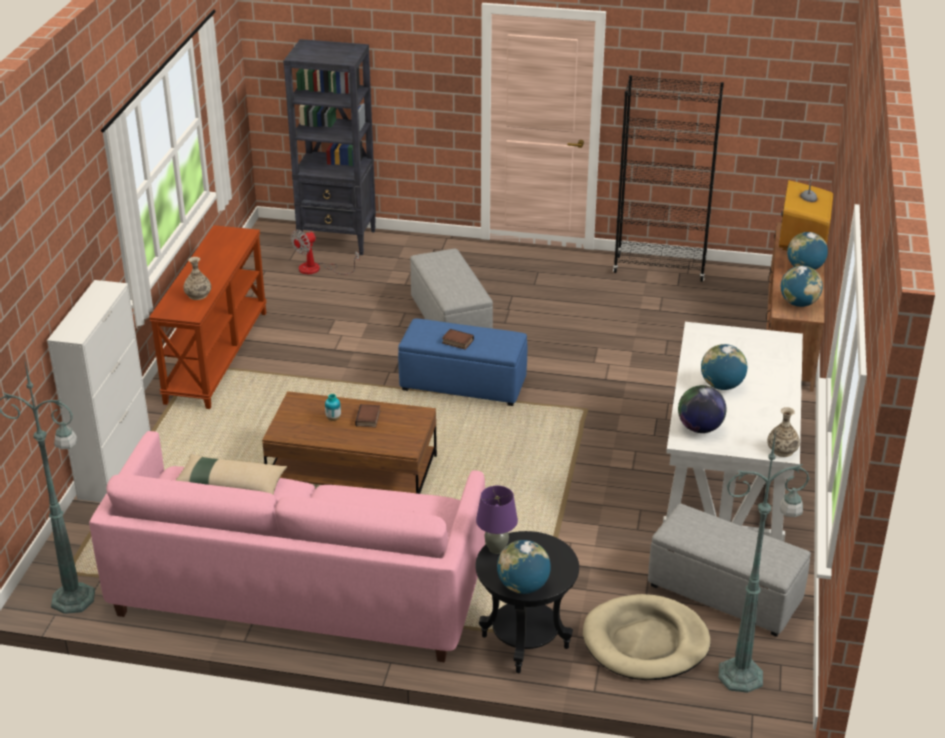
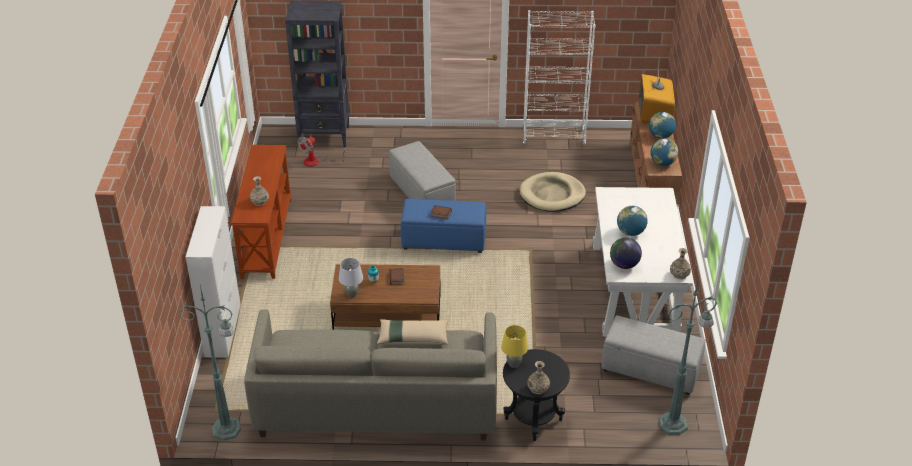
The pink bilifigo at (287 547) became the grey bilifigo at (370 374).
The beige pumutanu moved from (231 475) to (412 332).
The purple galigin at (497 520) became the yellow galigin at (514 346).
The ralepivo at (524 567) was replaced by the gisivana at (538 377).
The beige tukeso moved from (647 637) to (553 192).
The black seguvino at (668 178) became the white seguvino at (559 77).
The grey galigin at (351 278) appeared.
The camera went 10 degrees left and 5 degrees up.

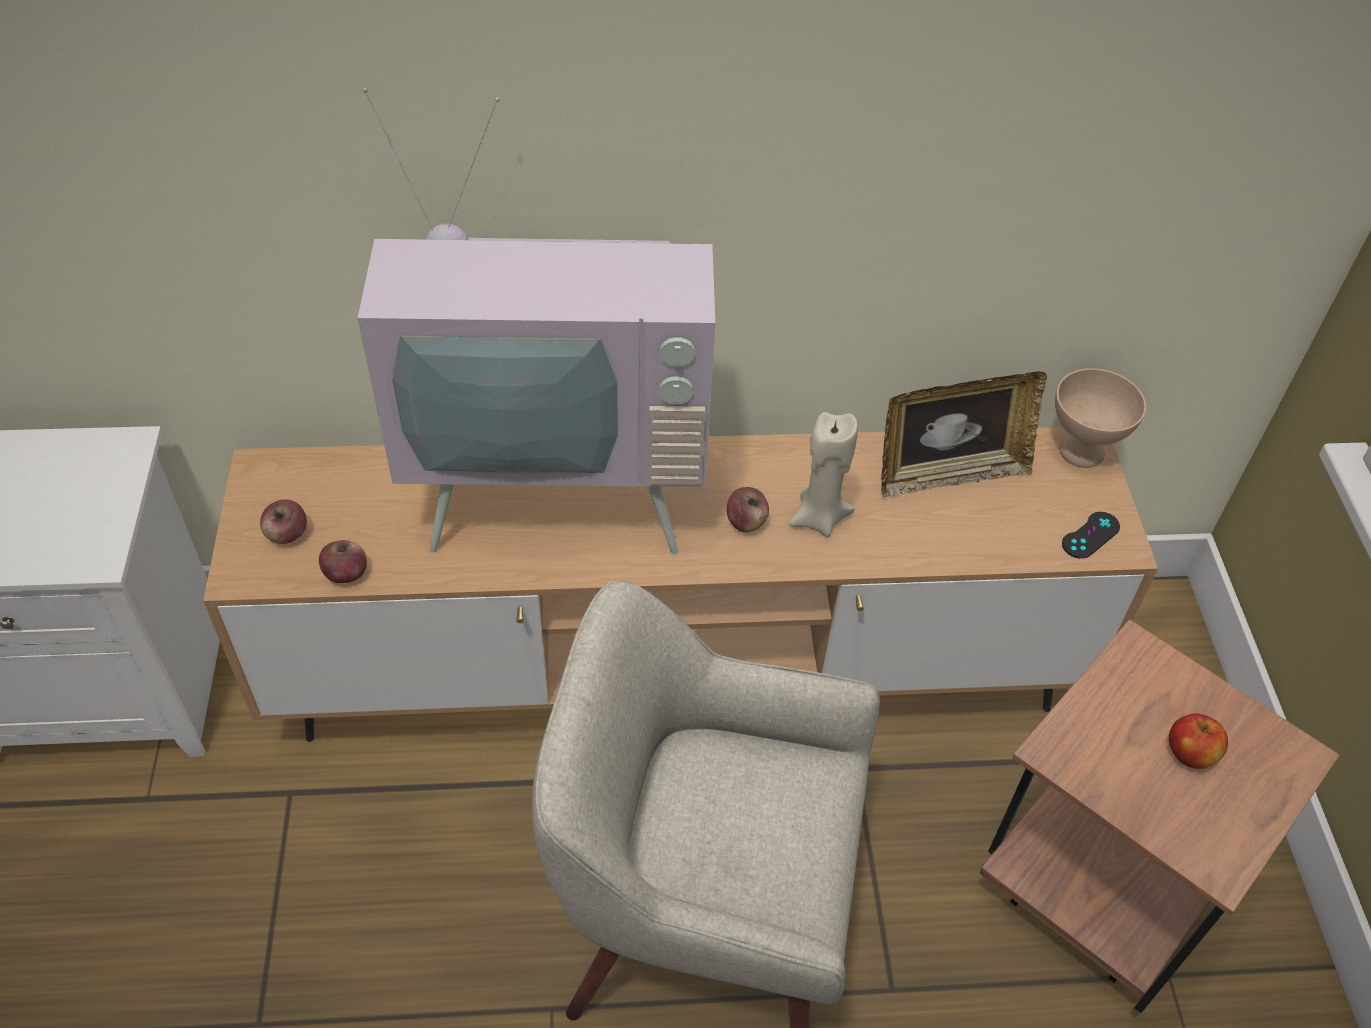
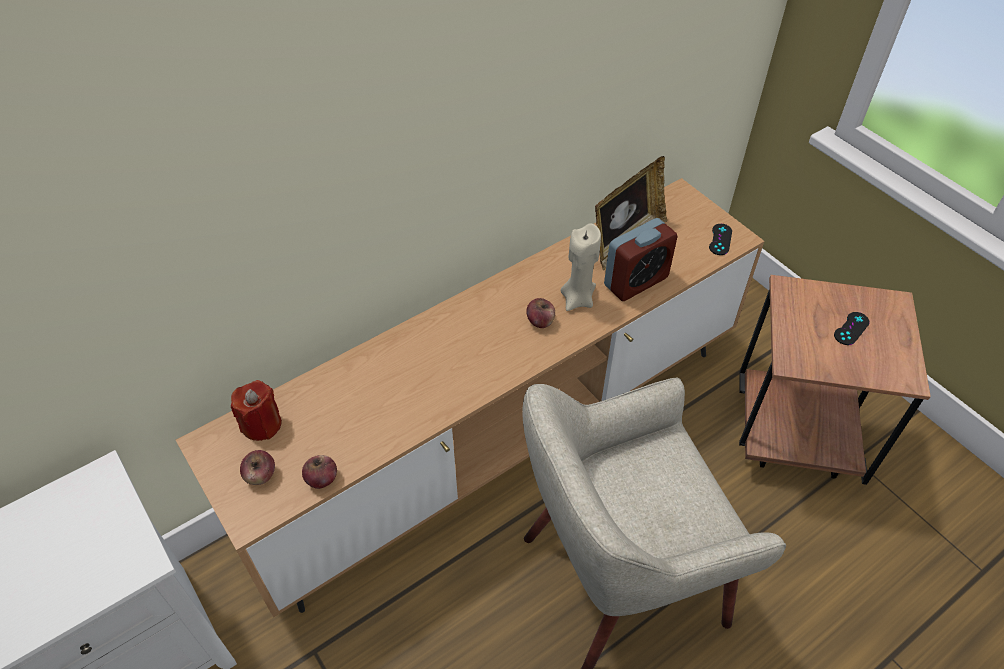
The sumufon at (536 321) disappeared.
The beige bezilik at (1100 418) disappeared.
The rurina at (1198 741) was replaced by the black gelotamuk at (851 328).
The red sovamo at (256 410) appeared.
The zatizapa at (641 259) appeared.
The camera went 30 degrees left and 0 degrees up.

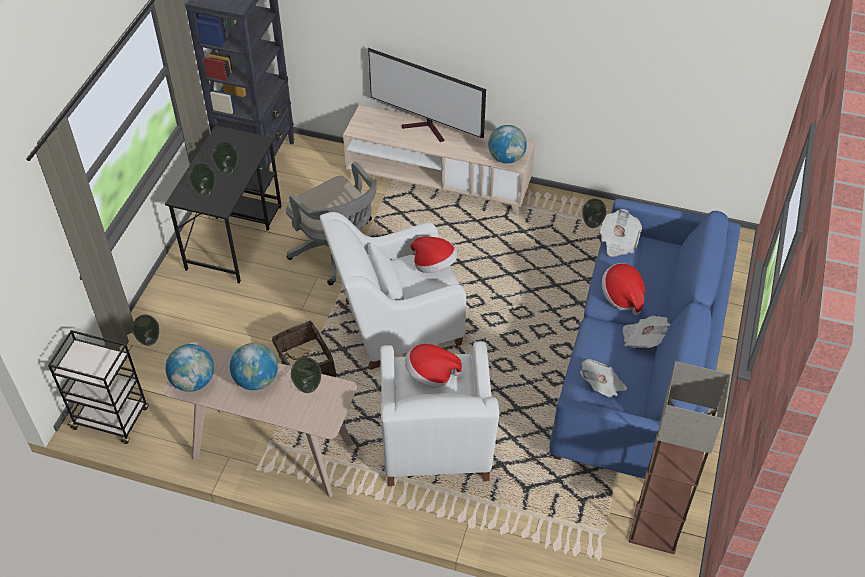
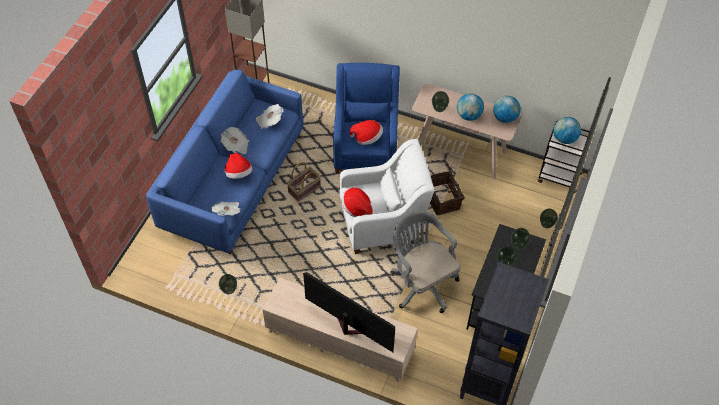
The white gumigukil at (439 413) became the blue gumigukil at (366 118).
The ralepivo moved from (507 144) to (567 130).
The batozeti at (304 182) appeared.
The camera went 175 degrees left and 5 degrees up.

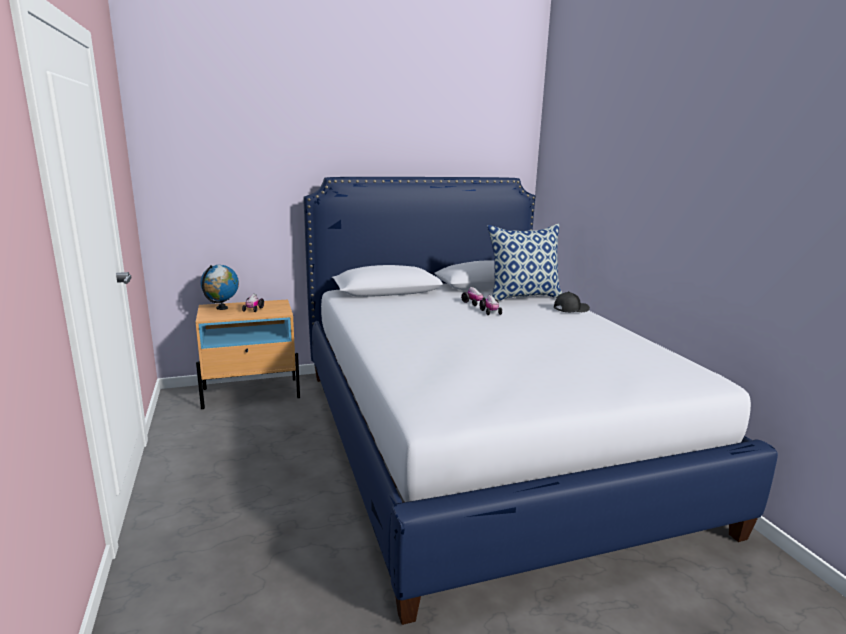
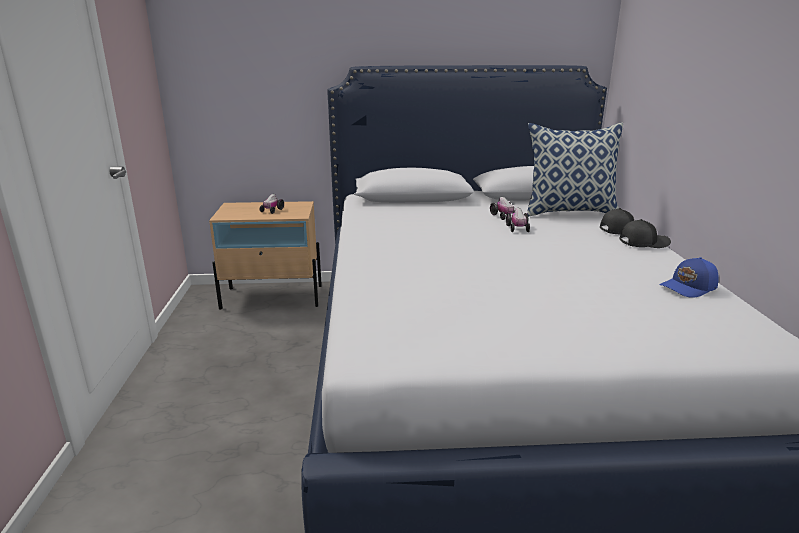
The ralepivo at (219 287) disappeared.
The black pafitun at (645 233) appeared.
The blue pafitun at (689 277) appeared.
The camera went 15 degrees right and 5 degrees up.

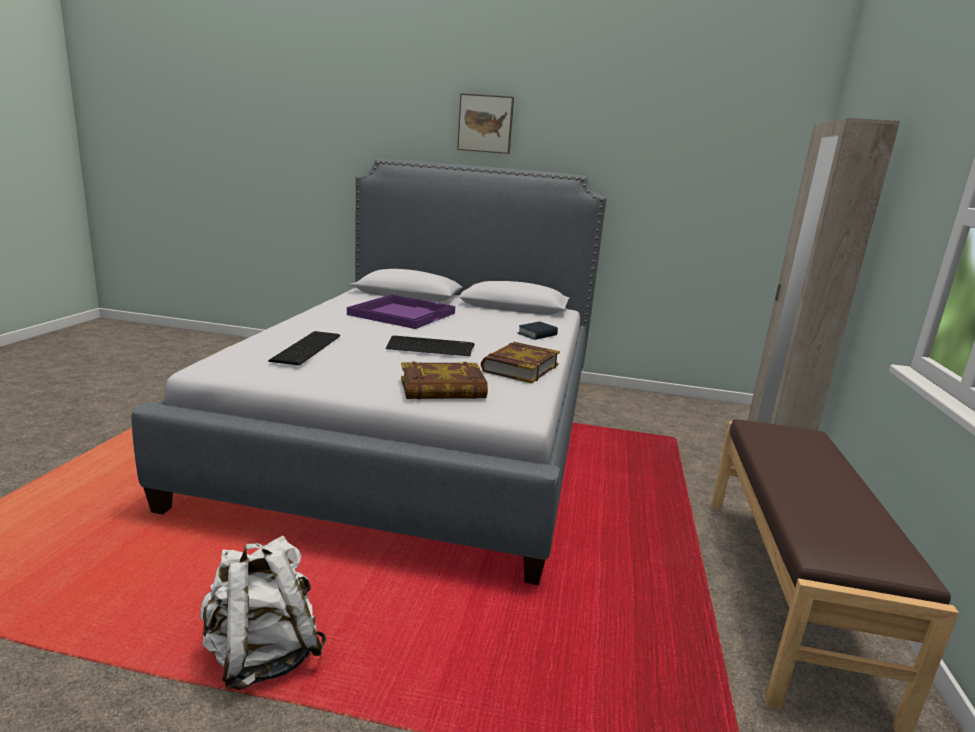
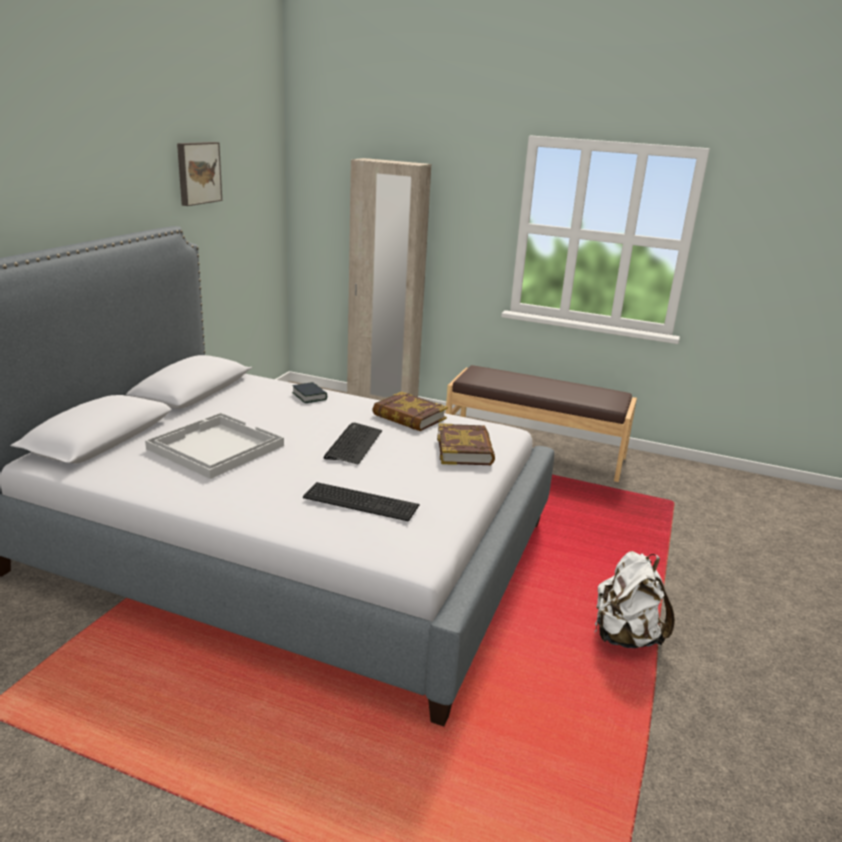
The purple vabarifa at (401 311) became the white vabarifa at (214 446).
The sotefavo moved from (485 123) to (199 174).
The camera went 80 degrees left and 5 degrees up.

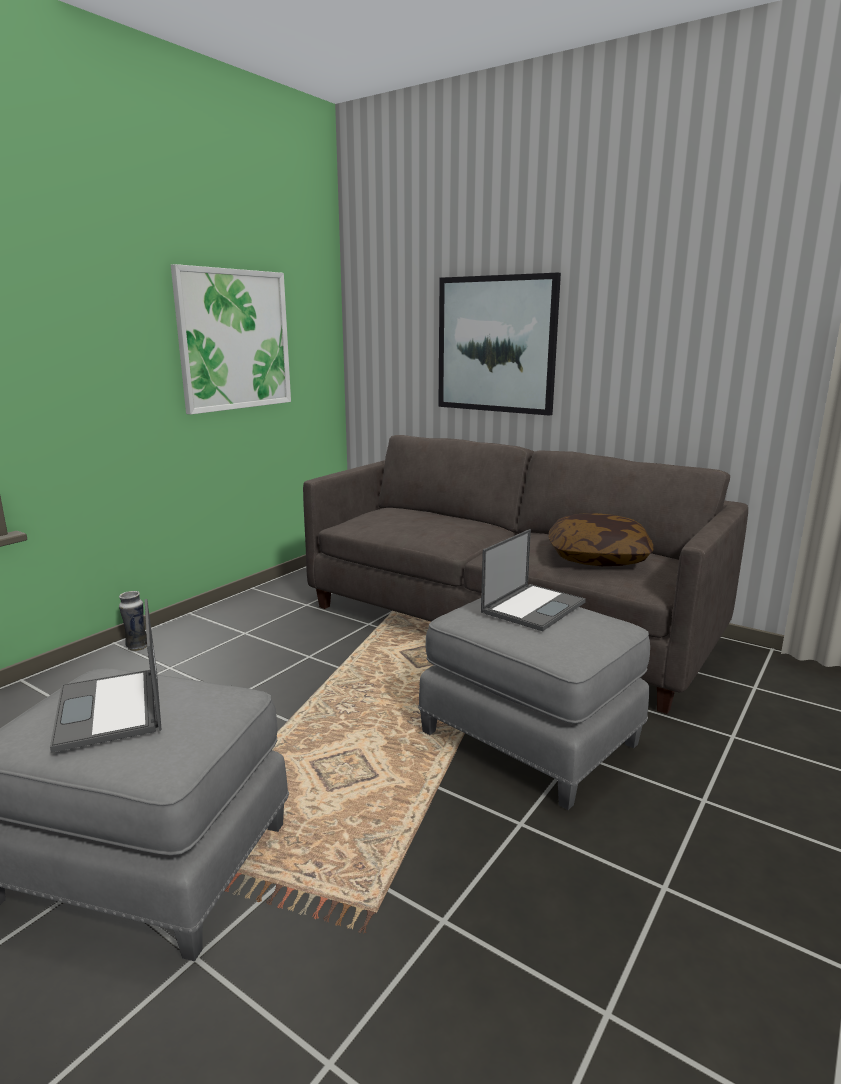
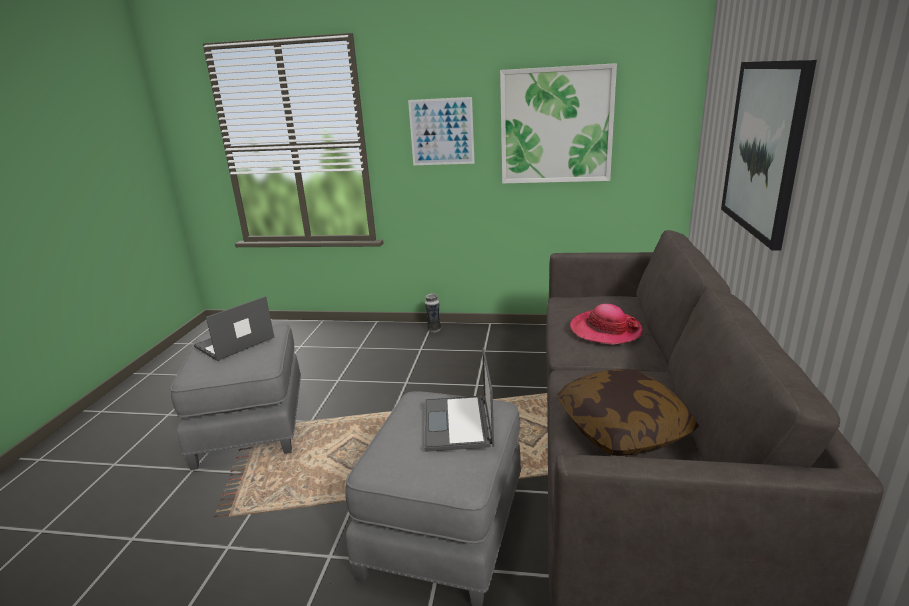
The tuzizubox at (533 580) turned 75 degrees clockwise.
The sotefavo at (441 131) appeared.
The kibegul at (606 324) appeared.
The camera went 65 degrees right and 5 degrees up.

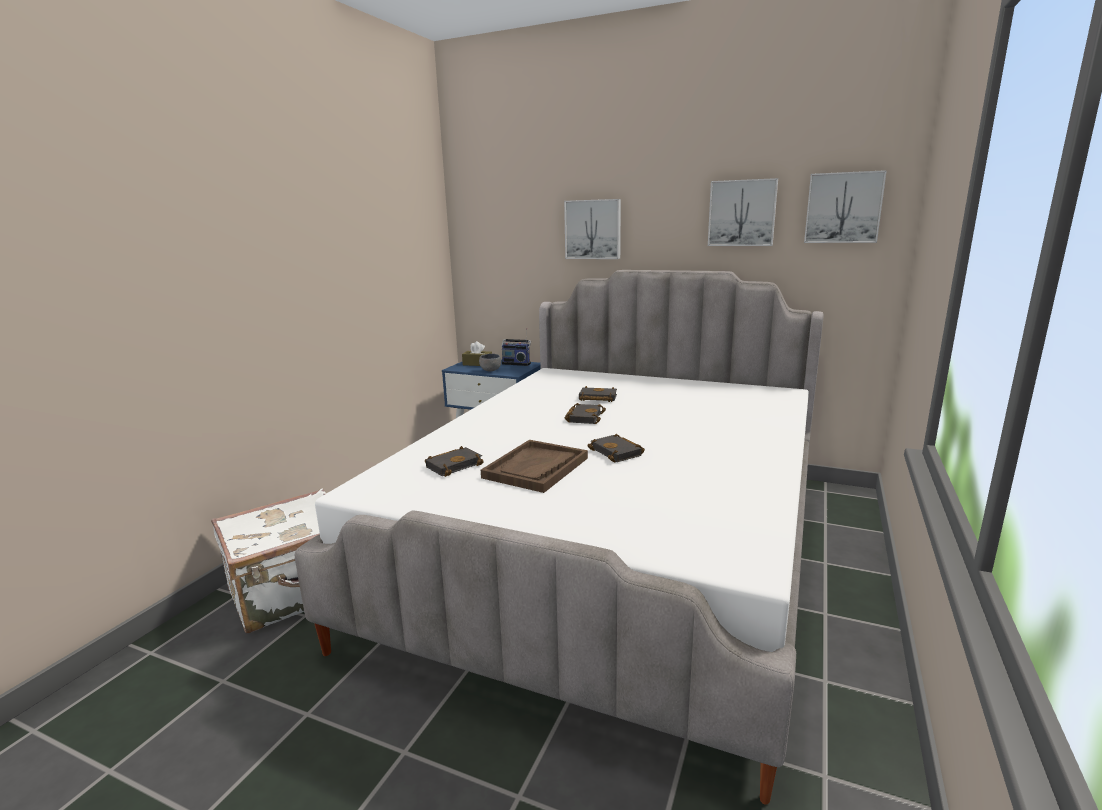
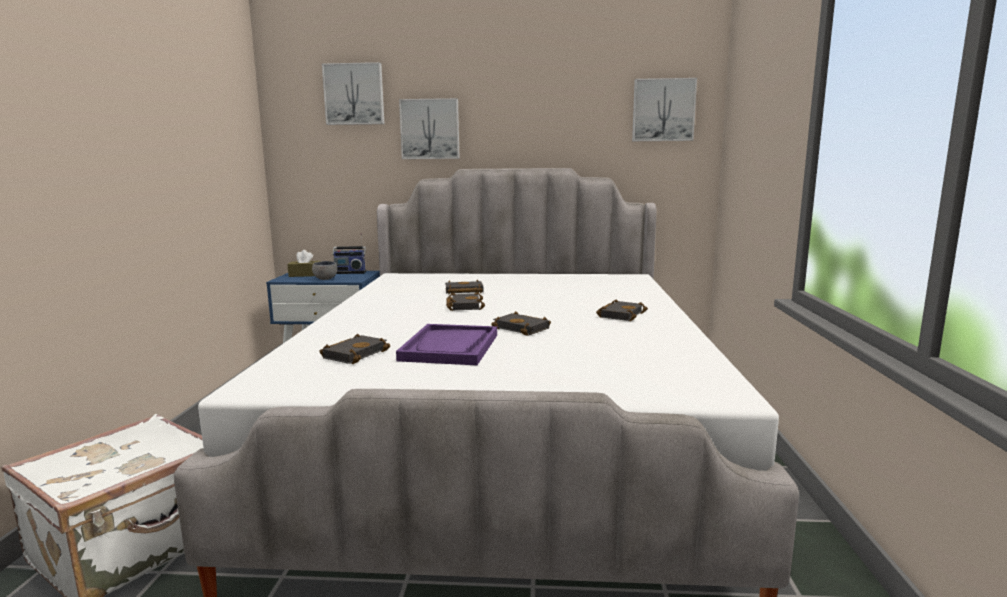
The brown vabarifa at (534 466) became the purple vabarifa at (446 344).
The sotefavo moved from (743 212) to (353 93).
The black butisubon at (622 310) appeared.
The camera went 20 degrees left and 5 degrees down.

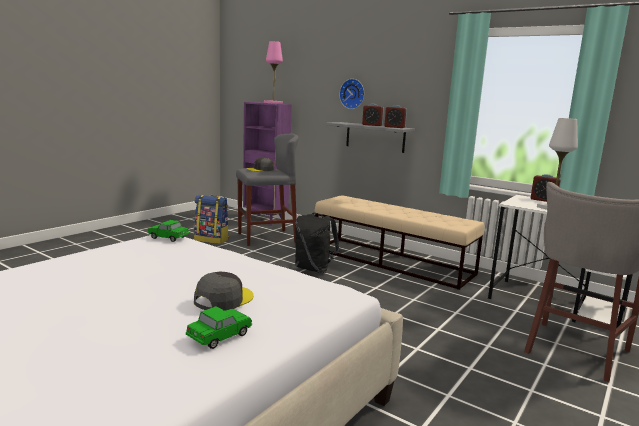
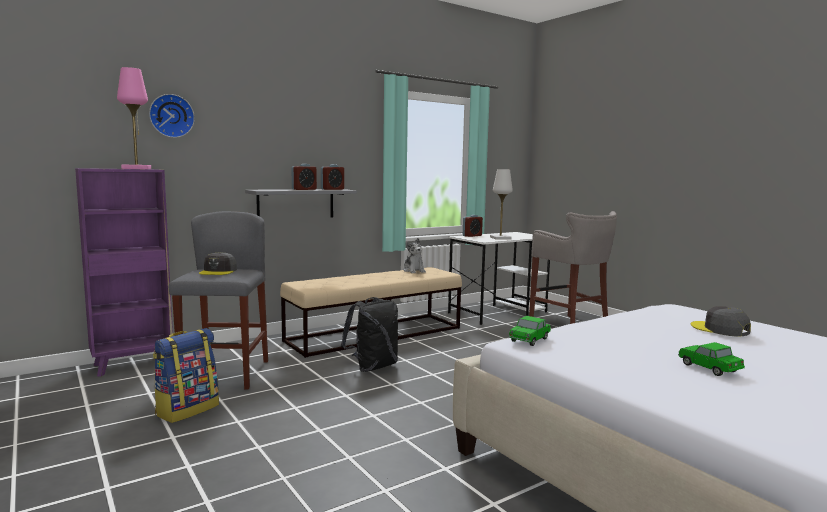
The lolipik moved from (219 327) to (711 359).
The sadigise moved from (352 94) to (172 116).
The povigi at (414 255) appeared.
The camera went 70 degrees left and 5 degrees down.

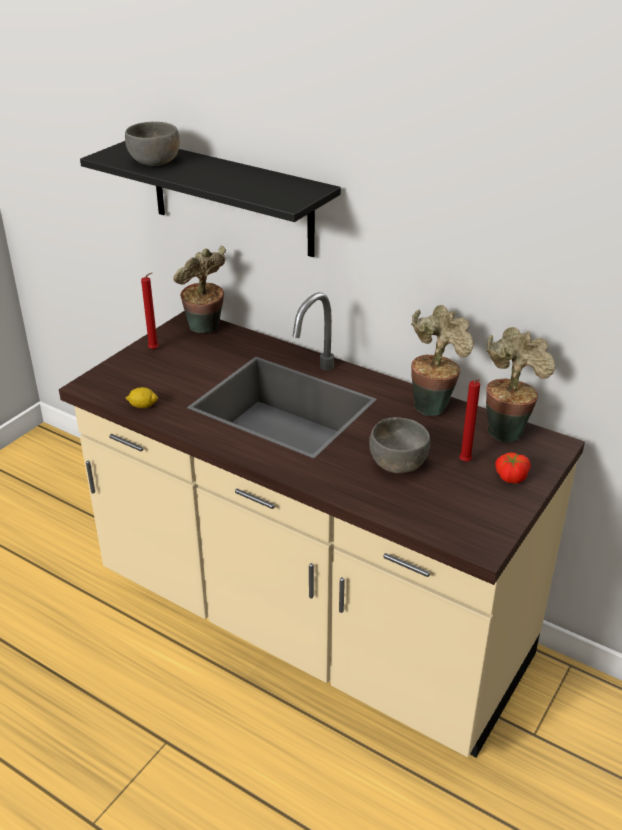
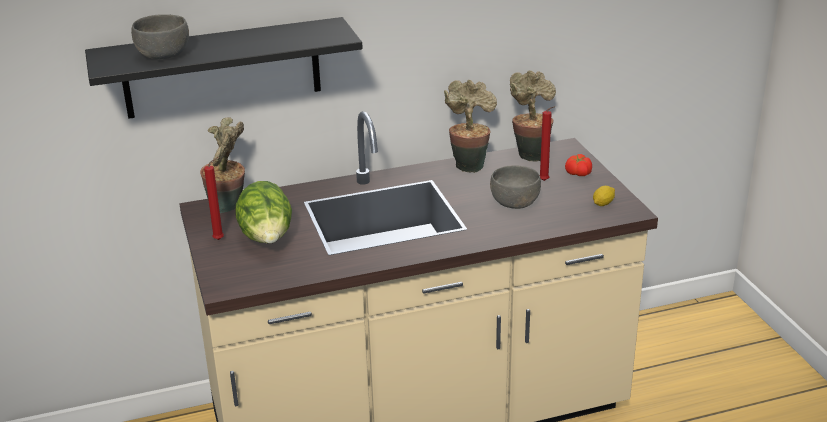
The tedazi moved from (142 397) to (604 196).
The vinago at (263 212) appeared.
The camera went 50 degrees left and 5 degrees down.

